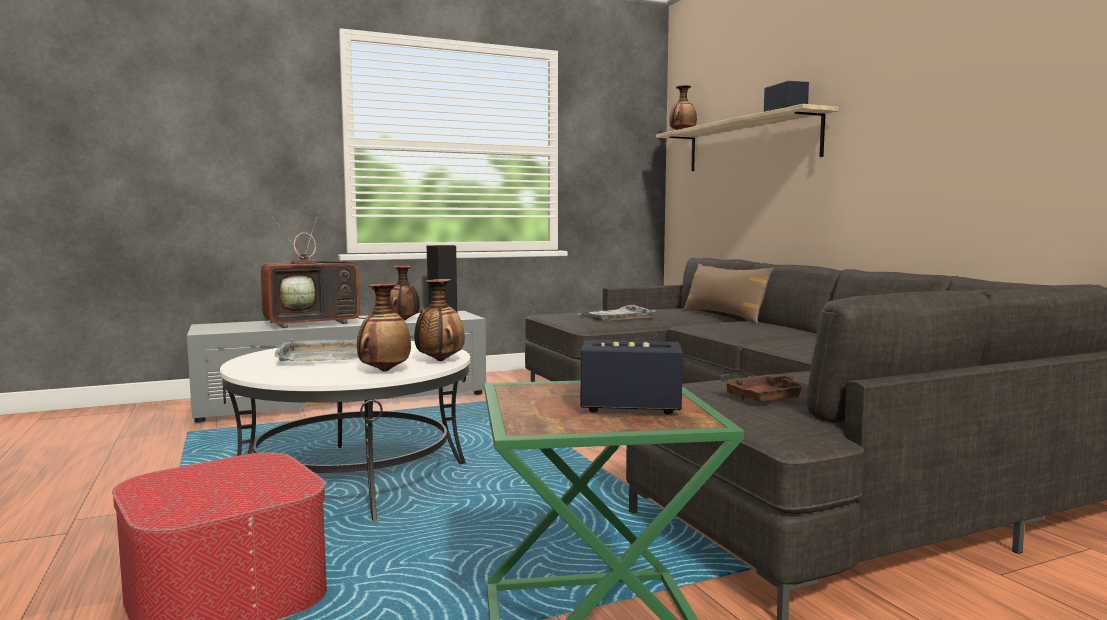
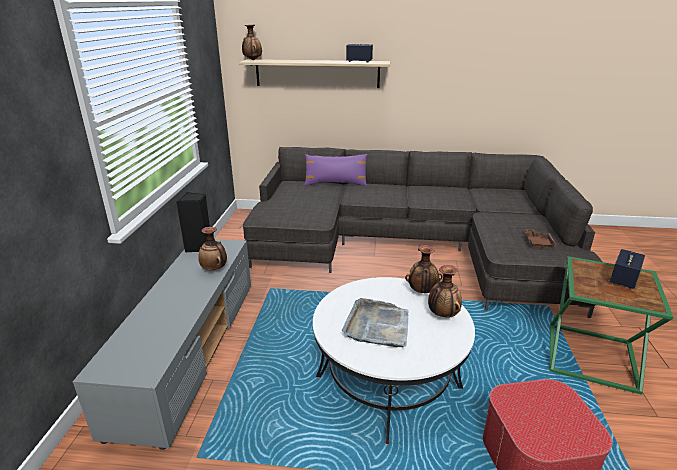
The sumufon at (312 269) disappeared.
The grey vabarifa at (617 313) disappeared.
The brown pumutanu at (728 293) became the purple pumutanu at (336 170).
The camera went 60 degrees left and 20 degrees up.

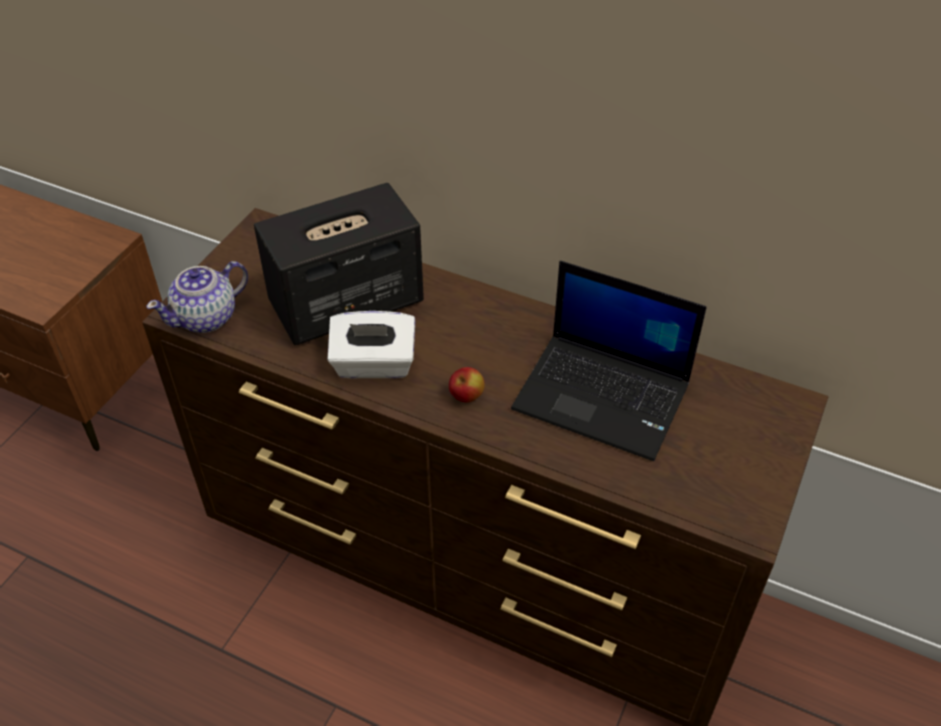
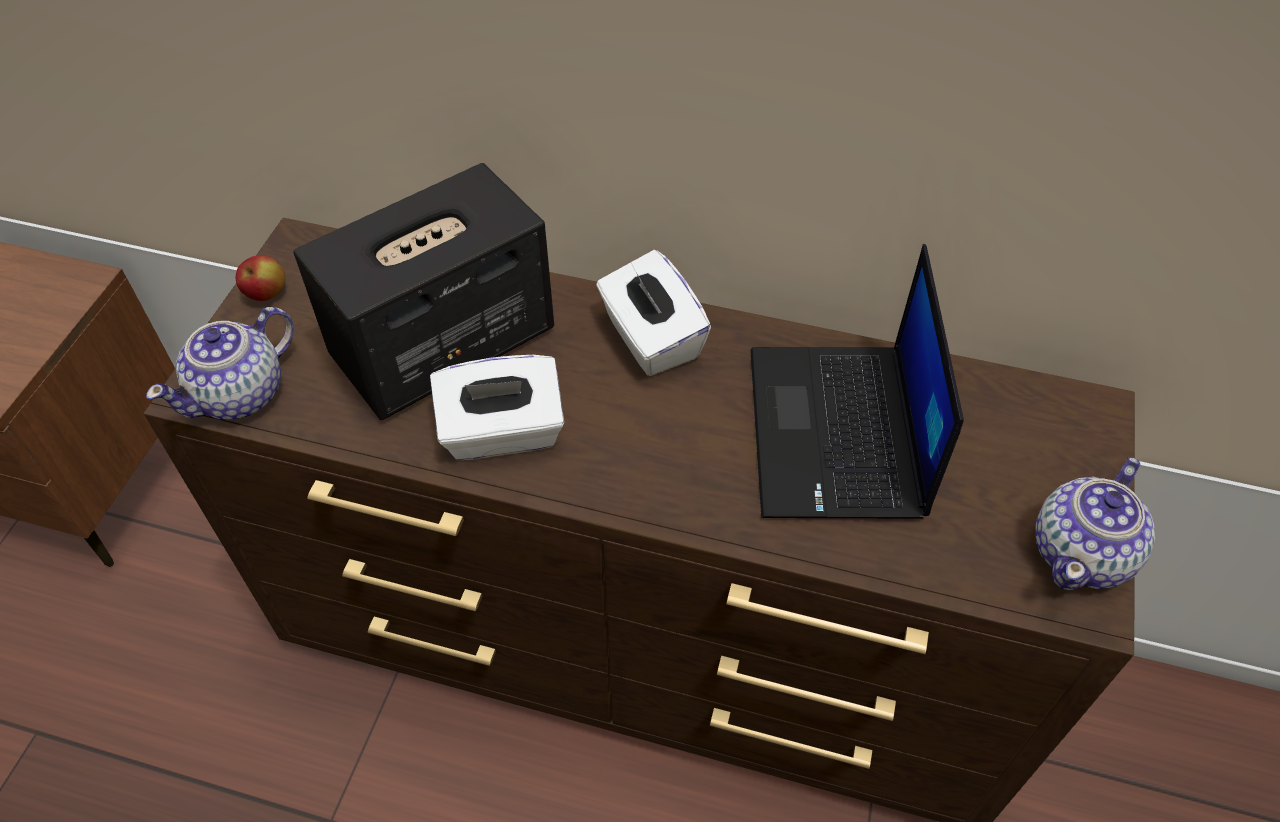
The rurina moved from (467 384) to (260 278).
The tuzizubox at (609 361) turned 75 degrees clockwise.
The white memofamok at (653 313) appeared.
The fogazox at (1095 523) appeared.
The camera went 10 degrees left and 5 degrees up.

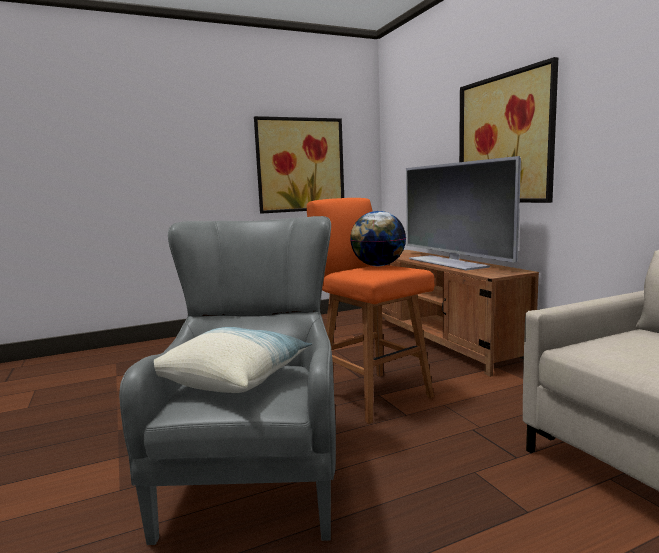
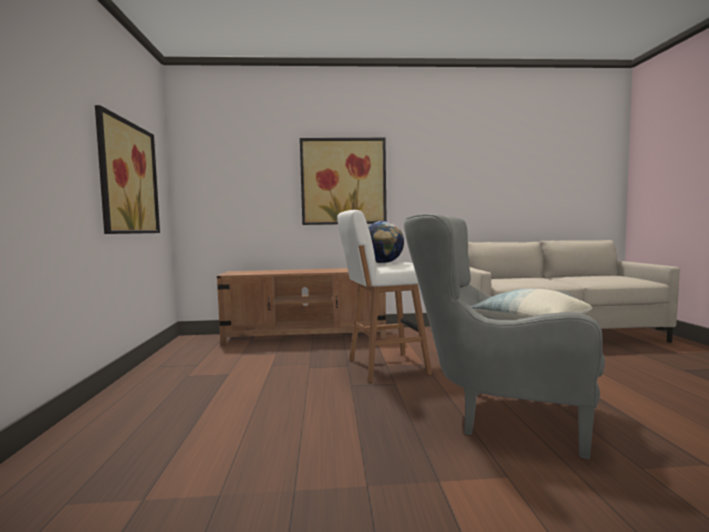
The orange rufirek at (370 311) became the white rufirek at (384 296).
The sumufon at (463 213) disappeared.
The camera went 70 degrees left and 5 degrees down.

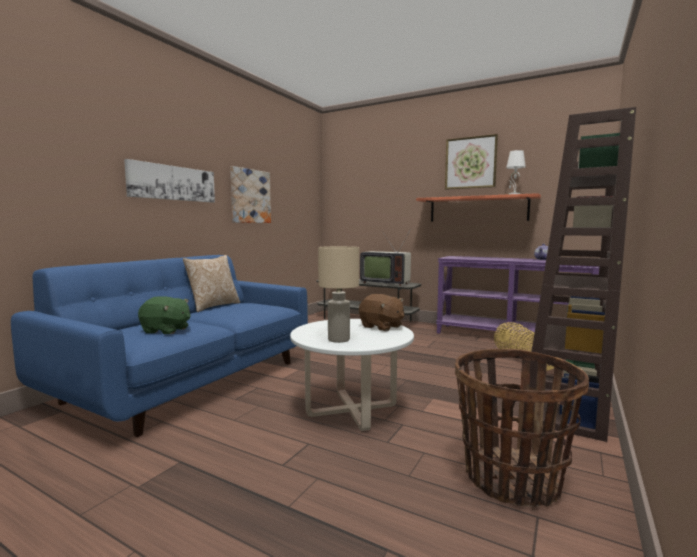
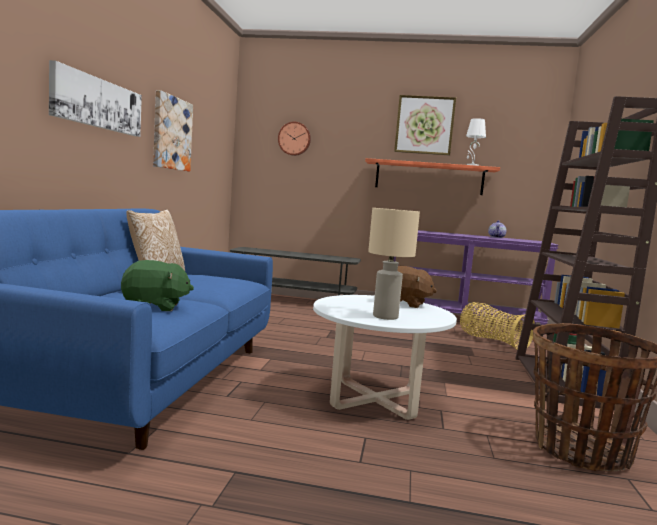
The sumufon at (385 257) disappeared.
The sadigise at (294 139) appeared.
The camera went 20 degrees left and 0 degrees up.

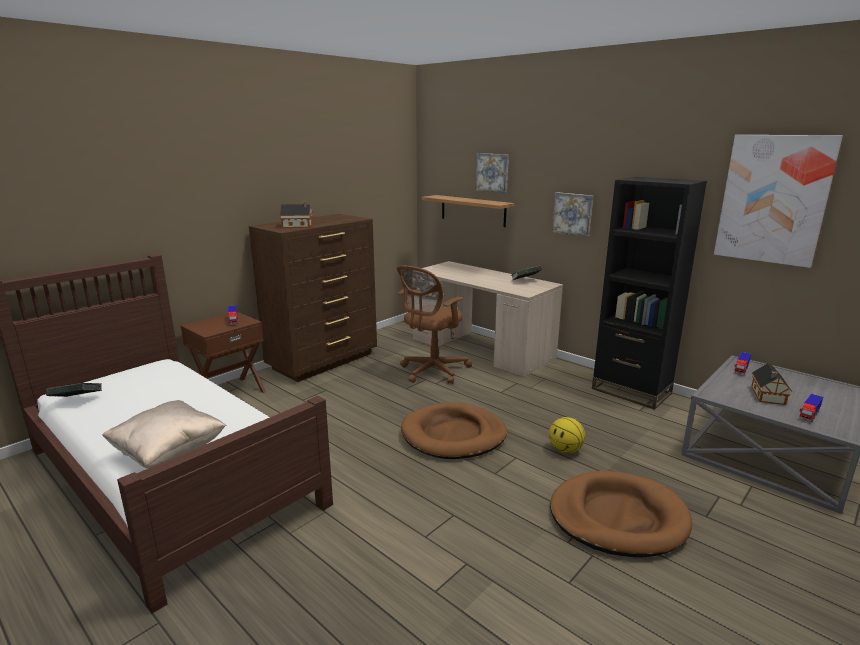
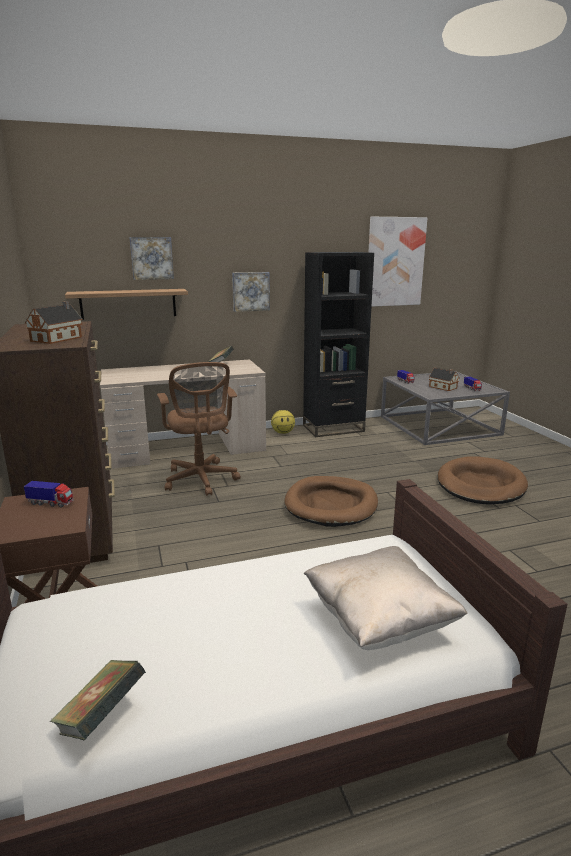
The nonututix moved from (567 435) to (283 422).
The camera went 60 degrees left and 0 degrees up.

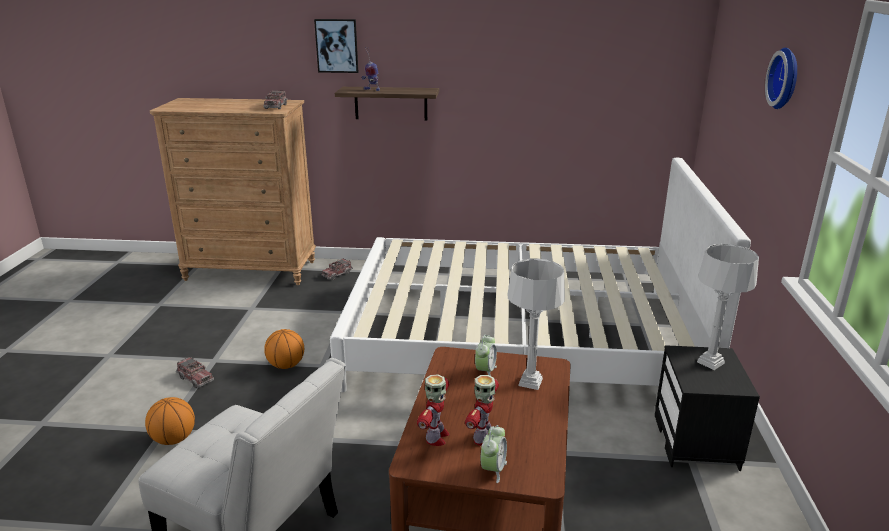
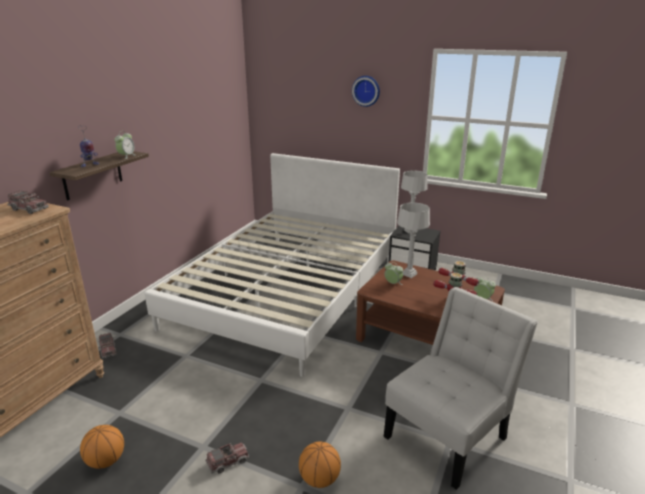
The nonututix moved from (284 349) to (102 447).
The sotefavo at (336 46) disappeared.
The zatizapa at (125 145) appeared.
The camera went 70 degrees left and 0 degrees up.

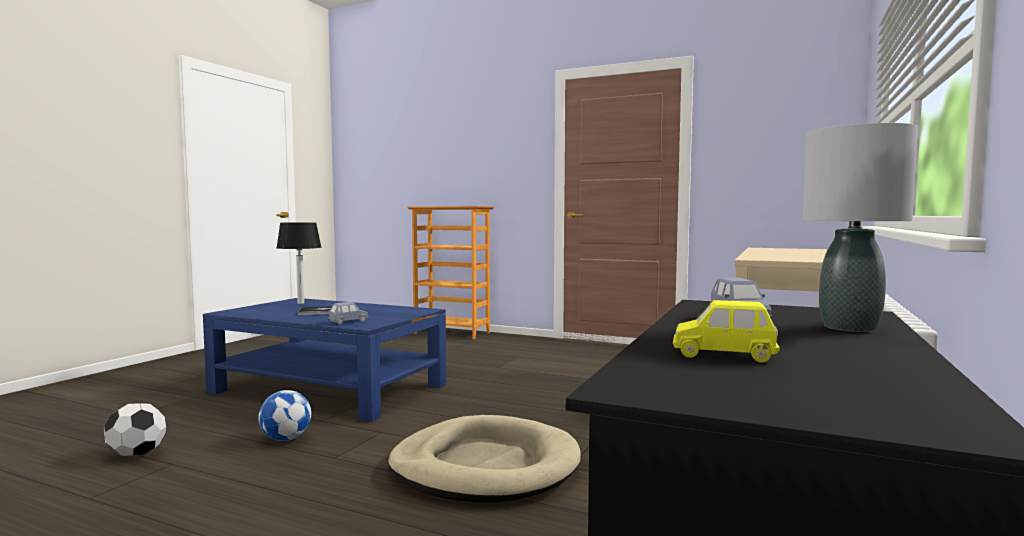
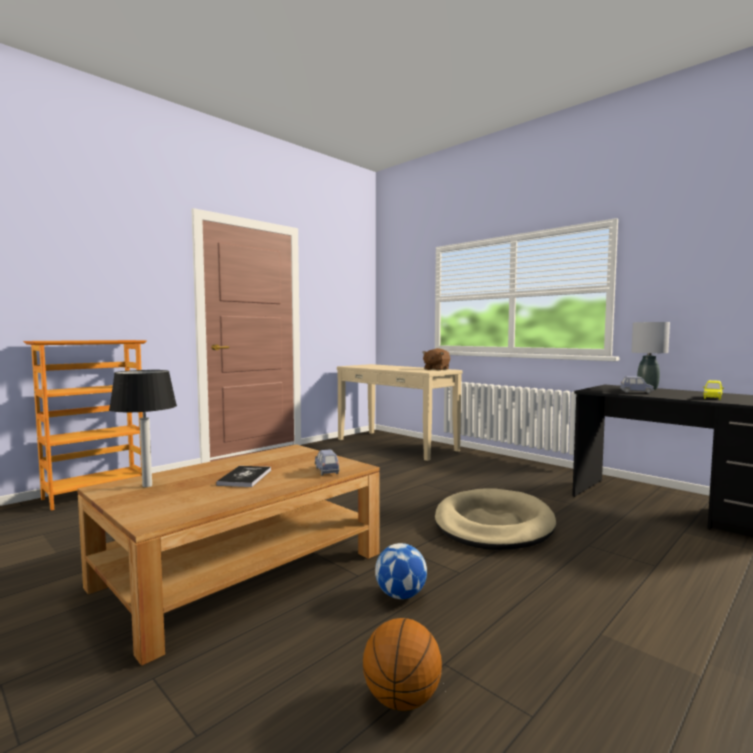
The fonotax at (135 429) was replaced by the nonututix at (402 664).
The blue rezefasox at (324 360) became the brown rezefasox at (228 555).
The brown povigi at (436 359) appeared.
The camera went 70 degrees left and 0 degrees up.

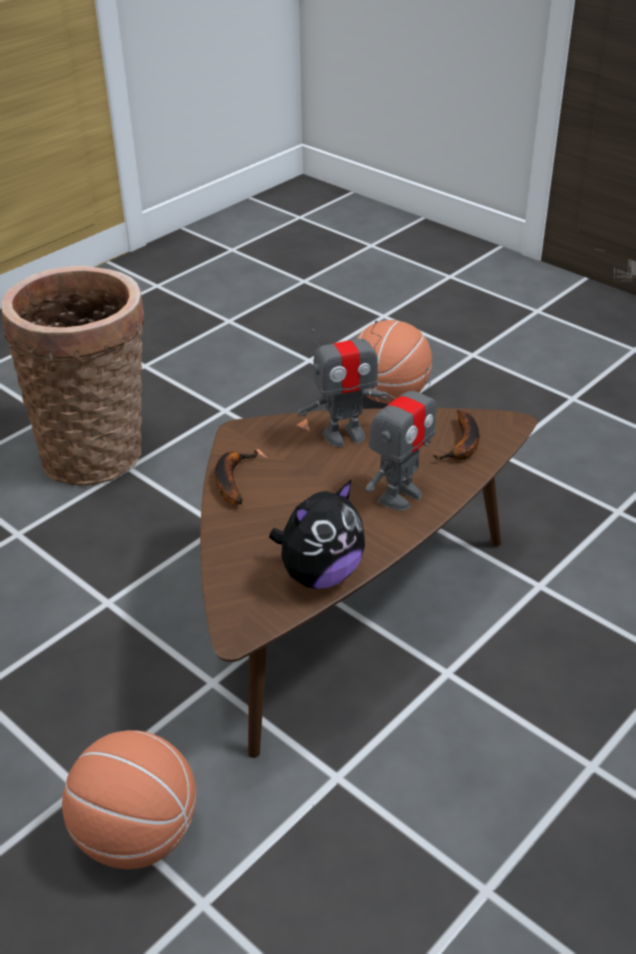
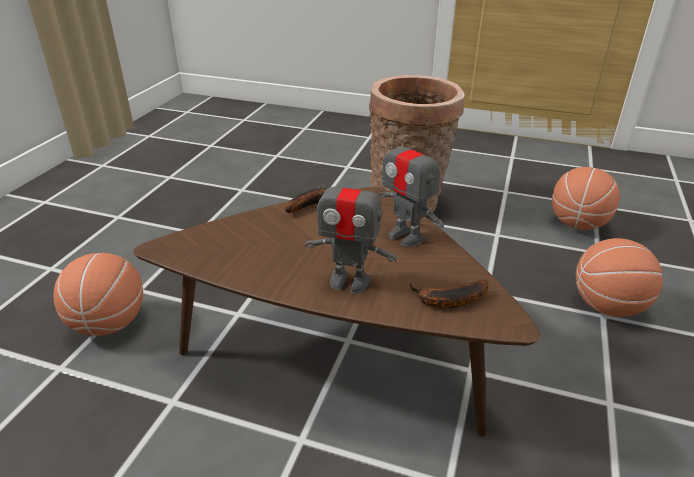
The povigi at (317 534) disappeared.
The nonututix at (586 198) appeared.
The camera went 65 degrees right and 5 degrees down.

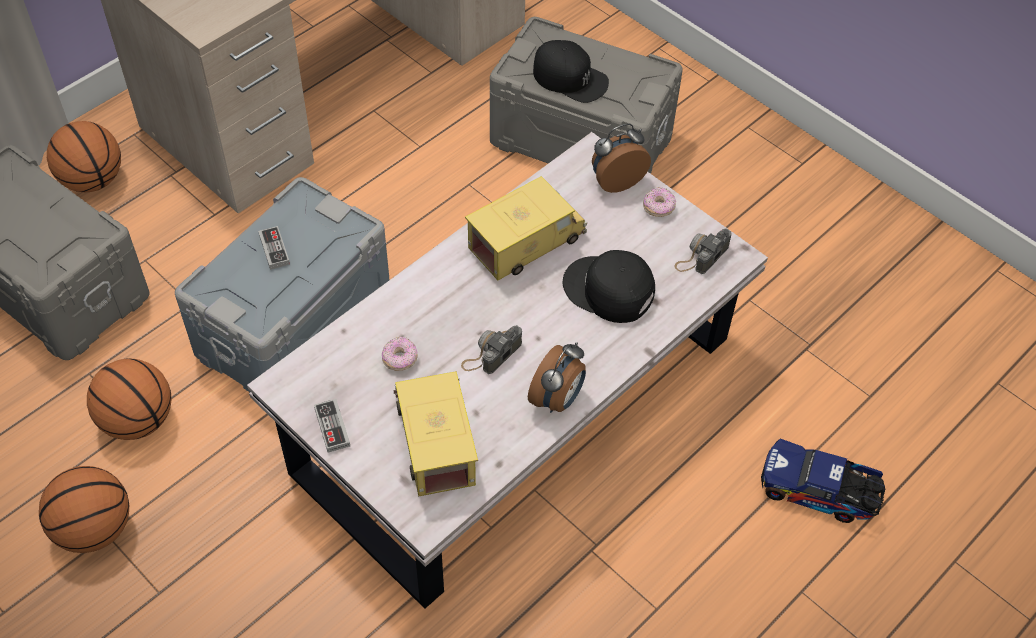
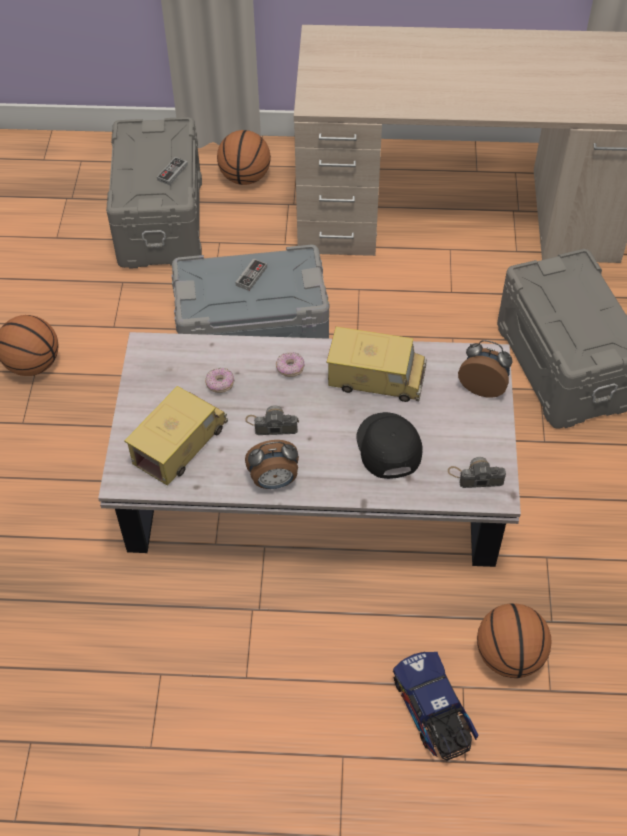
The nonututix moved from (129 399) to (514 640).
The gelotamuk moved from (332 426) to (172 171).
The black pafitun at (571 71) disappeared.
The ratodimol moved from (659 202) to (290 364).
The camera went 50 degrees right and 0 degrees up.

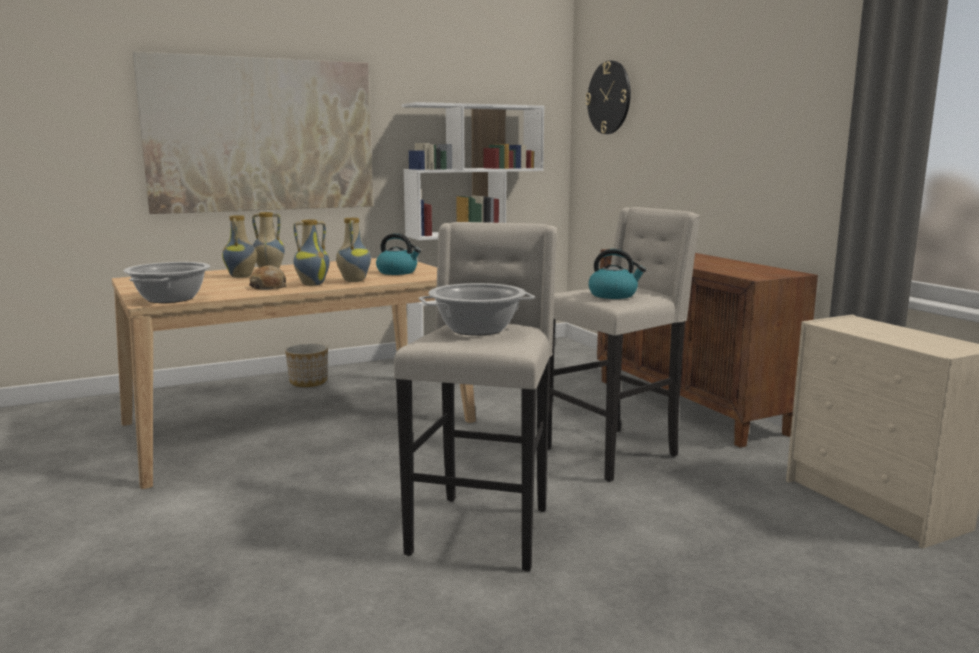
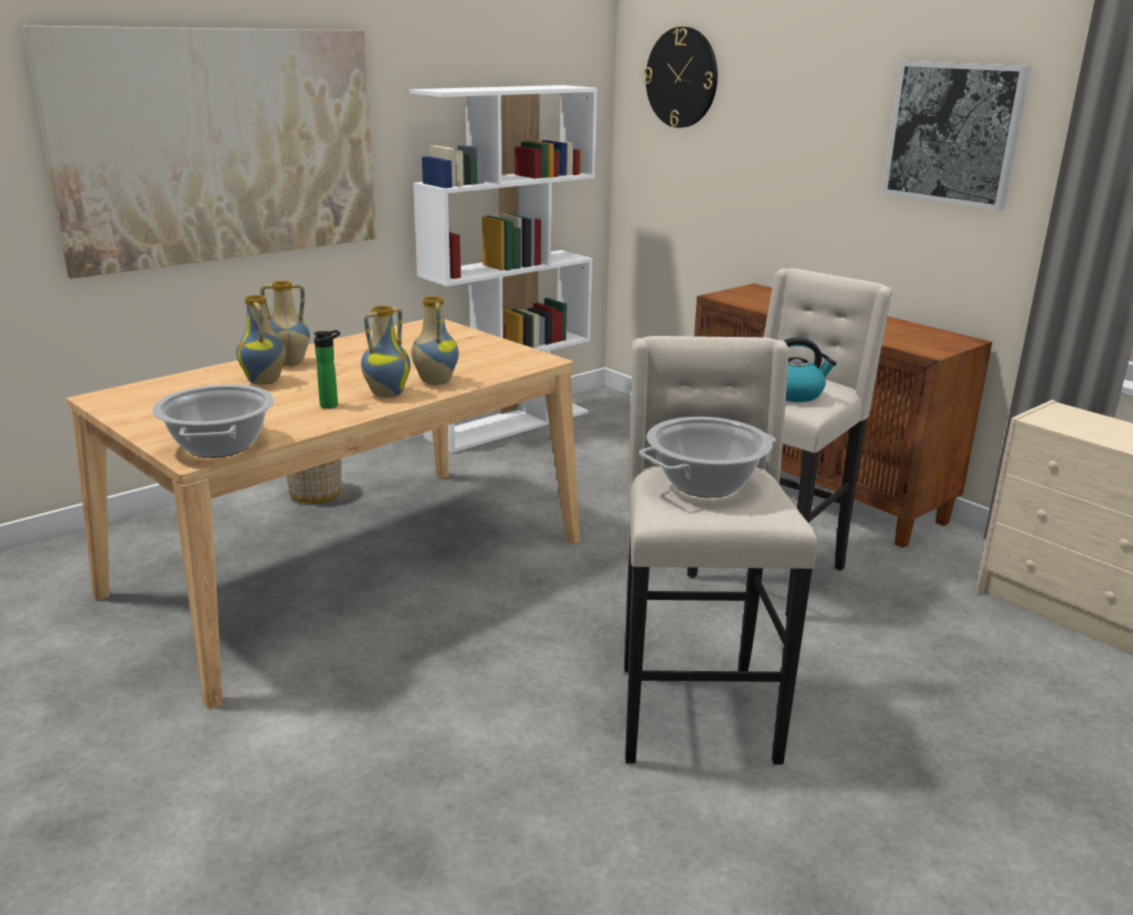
The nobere at (268 278) was replaced by the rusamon at (327 369).
The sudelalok at (398 254) disappeared.
The sotefavo at (956 135) appeared.
The camera went 15 degrees left and 10 degrees up.

